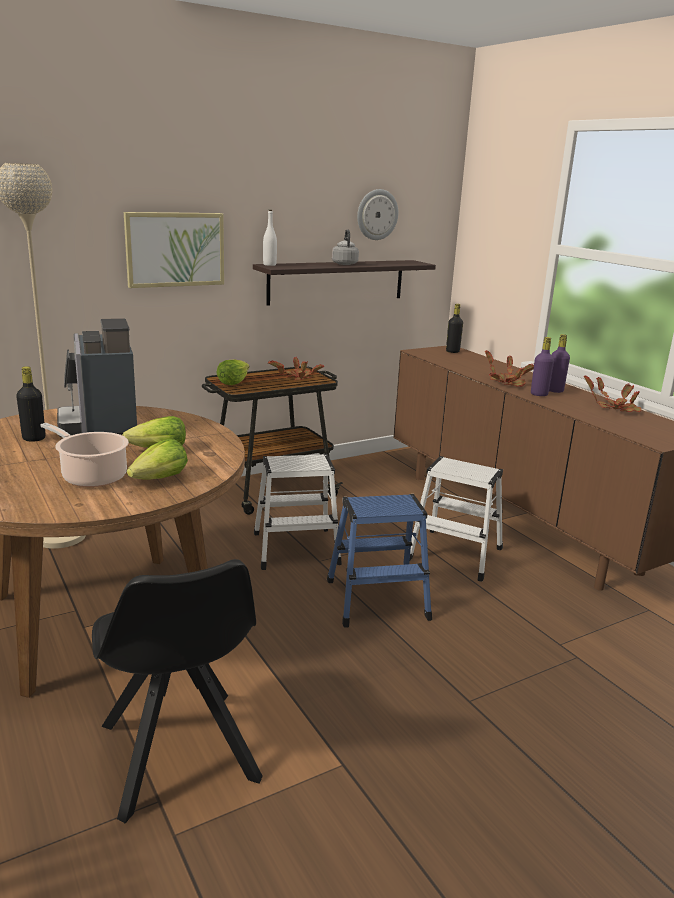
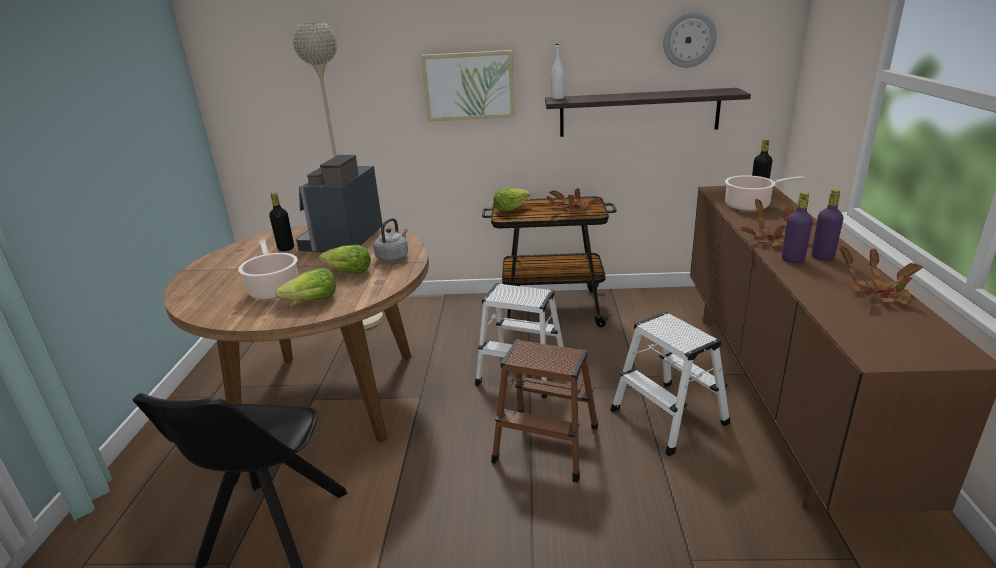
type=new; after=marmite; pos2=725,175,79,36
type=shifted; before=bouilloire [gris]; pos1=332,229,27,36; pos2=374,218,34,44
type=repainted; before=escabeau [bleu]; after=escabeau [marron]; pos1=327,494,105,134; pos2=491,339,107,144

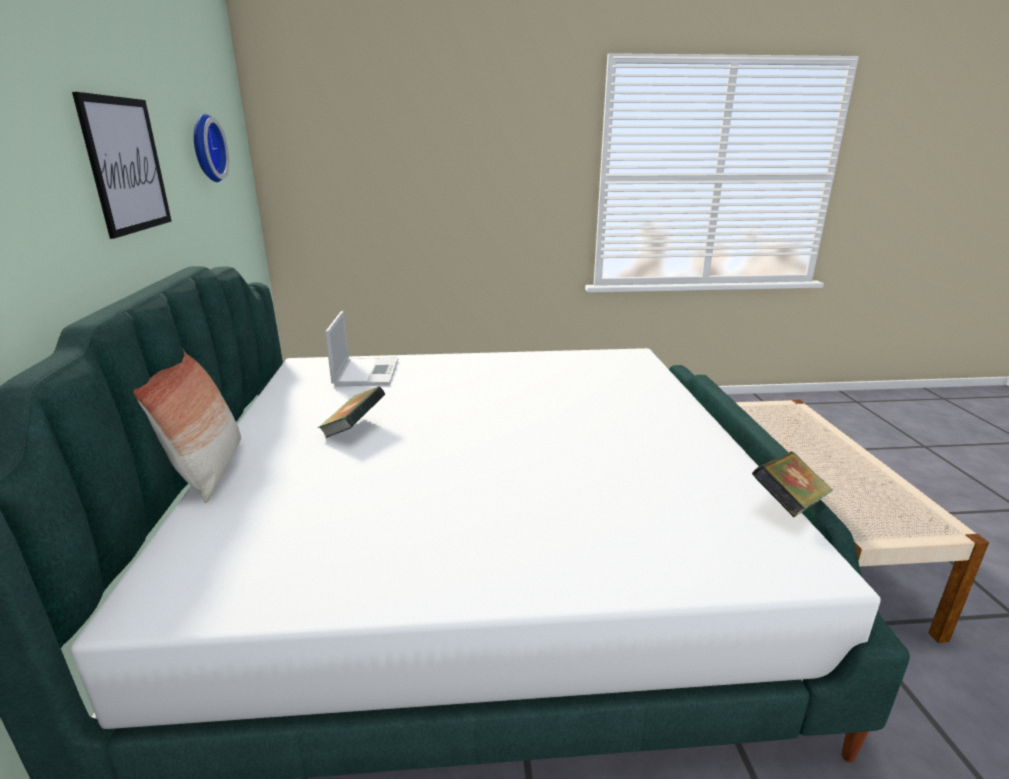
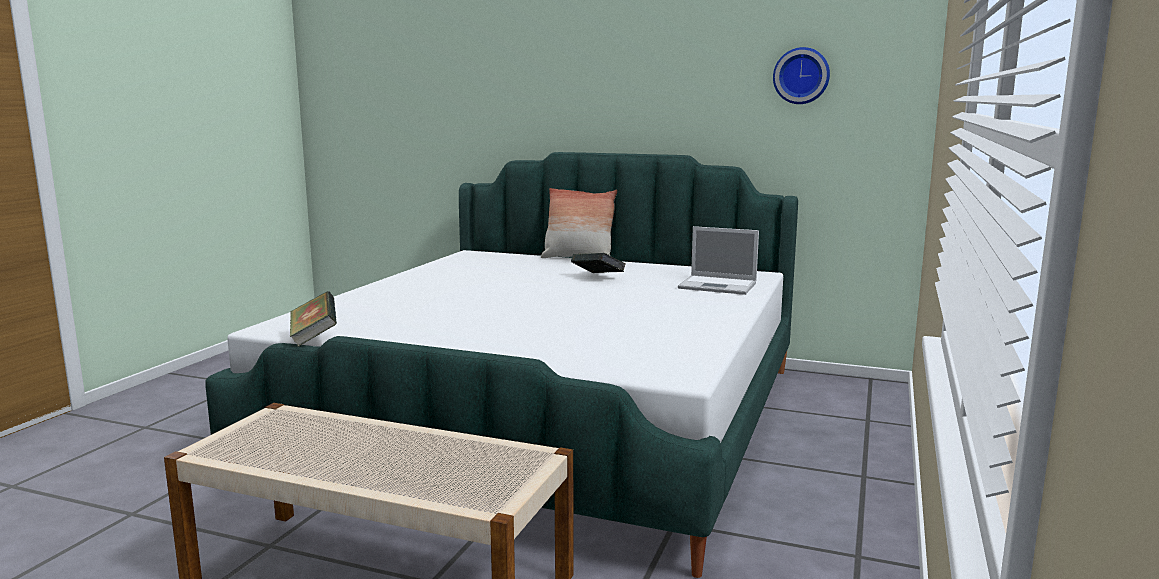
type=gone; before=tableau; pos1=72,92,100,147

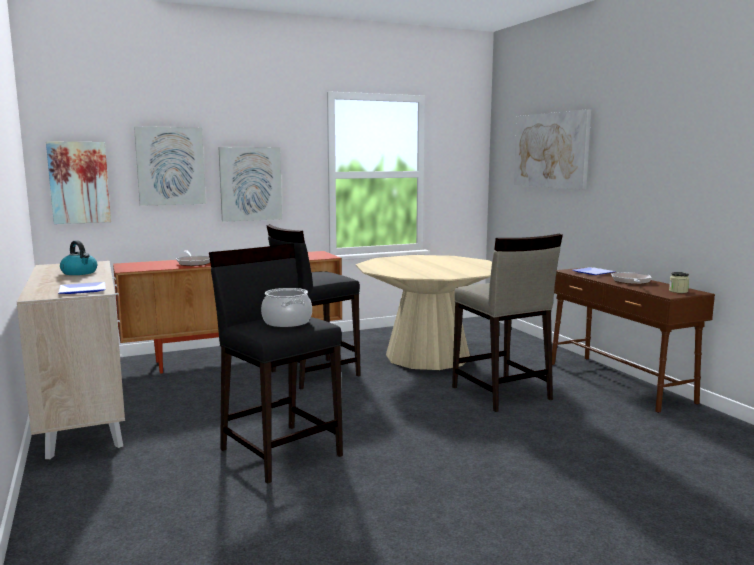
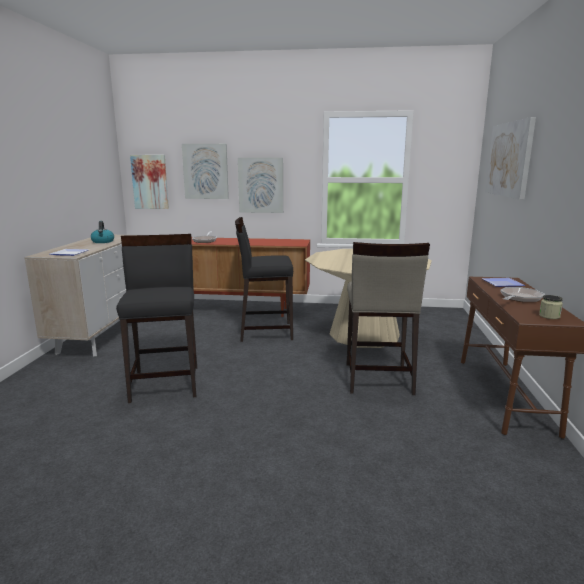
type=gone; before=marmite; pos1=261,288,51,39

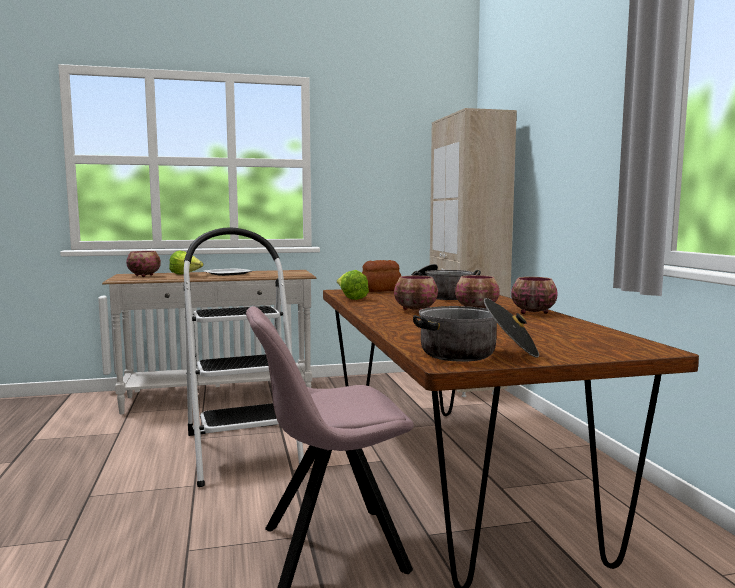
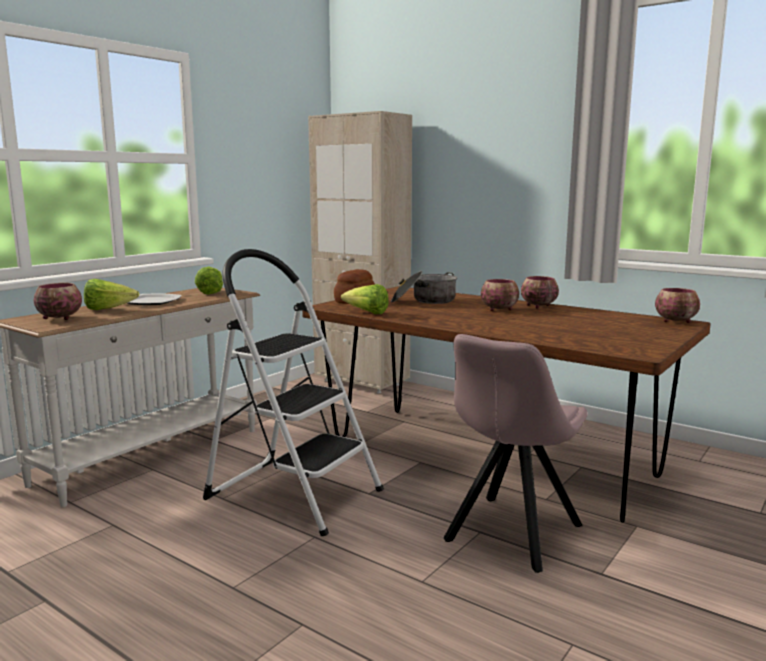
type=gone; before=marmite; pos1=413,298,126,64
type=new; after=laitue; pos2=195,267,28,27
type=shifted; before=bol; pos1=394,276,44,35; pos2=655,288,45,35

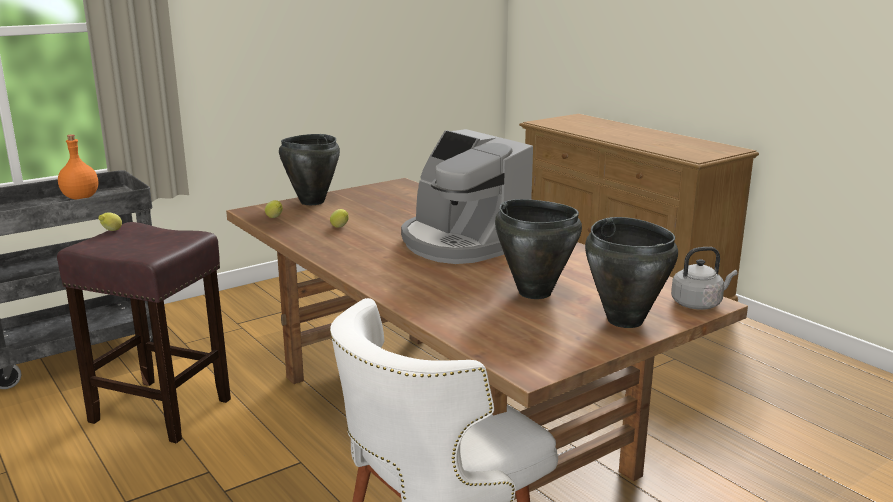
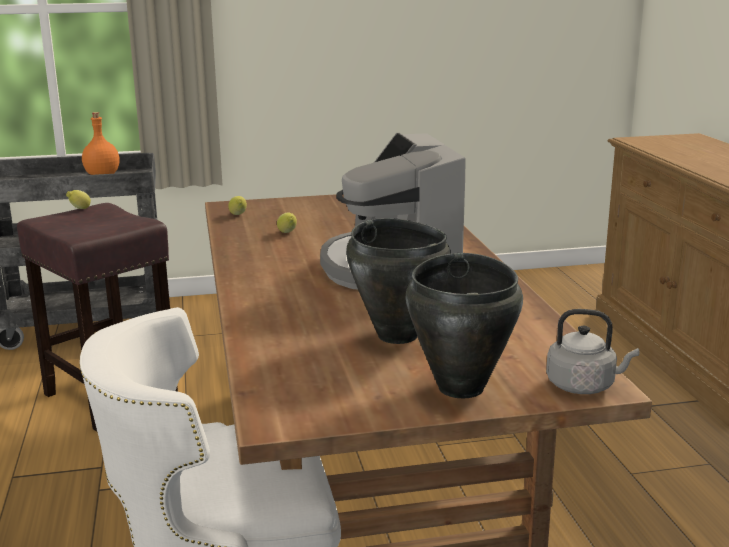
type=gone; before=marmite [noir]; pos1=279,134,61,71

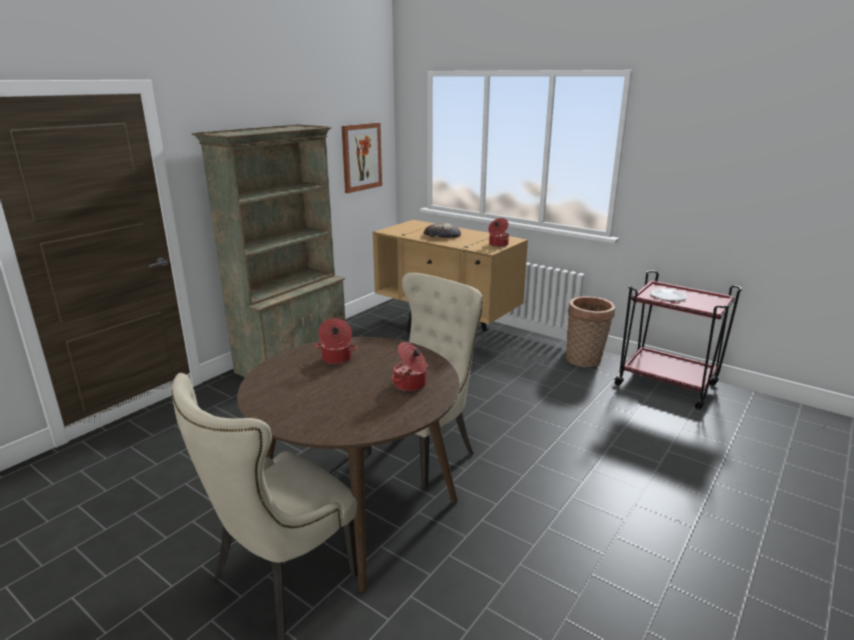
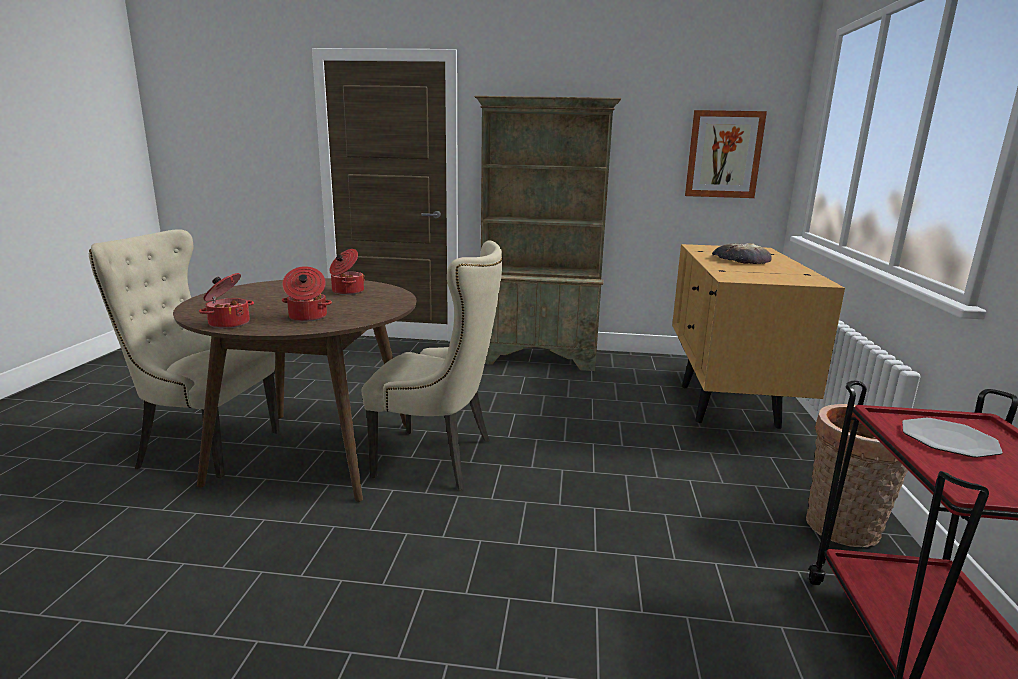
type=shifted; before=marmite; pos1=488,218,21,29; pos2=199,273,55,56

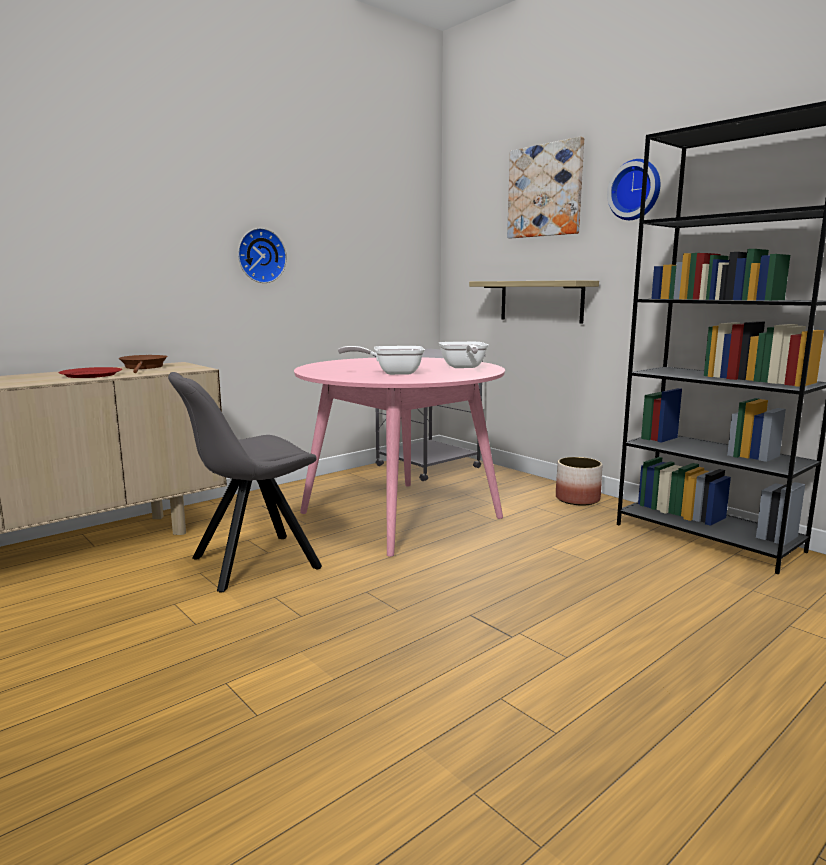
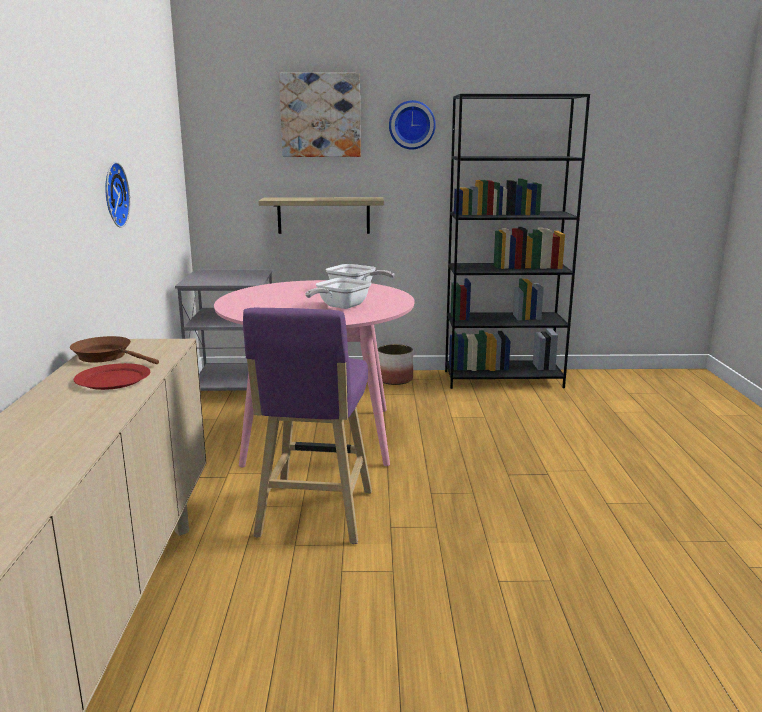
type=swapped; before=chaise [gris]; after=tabouret [violet]; pos1=168,372,154,221; pos2=243,308,129,236

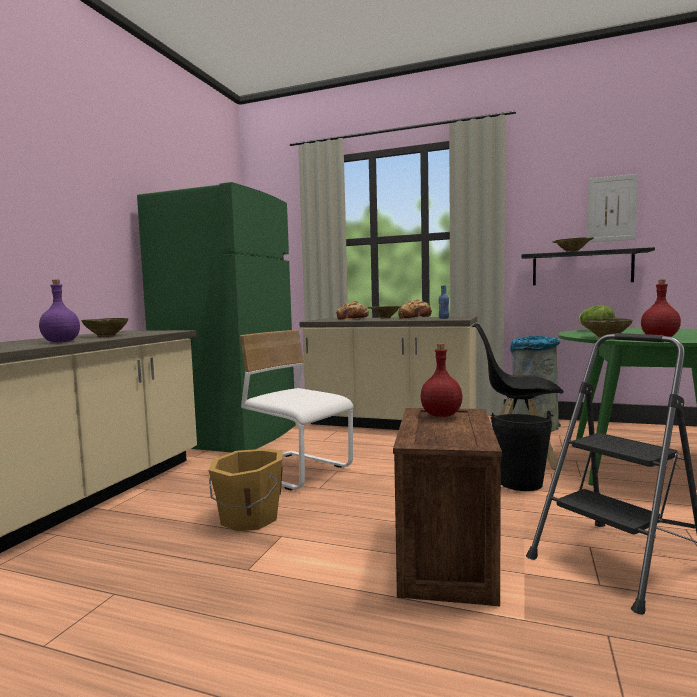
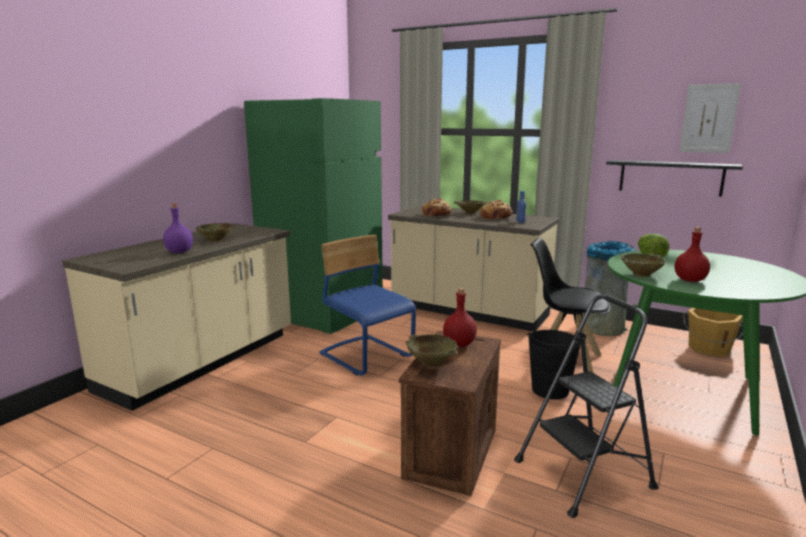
type=shifted; before=seau [orange]; pos1=208,449,75,82; pos2=683,308,60,49
type=shifted; before=bol [beige]; pos1=553,237,41,15; pos2=406,334,53,33
type=repainted; before=chaise [blanc]; after=chaise [bleu]; pos1=240,330,114,160; pos2=319,235,97,141

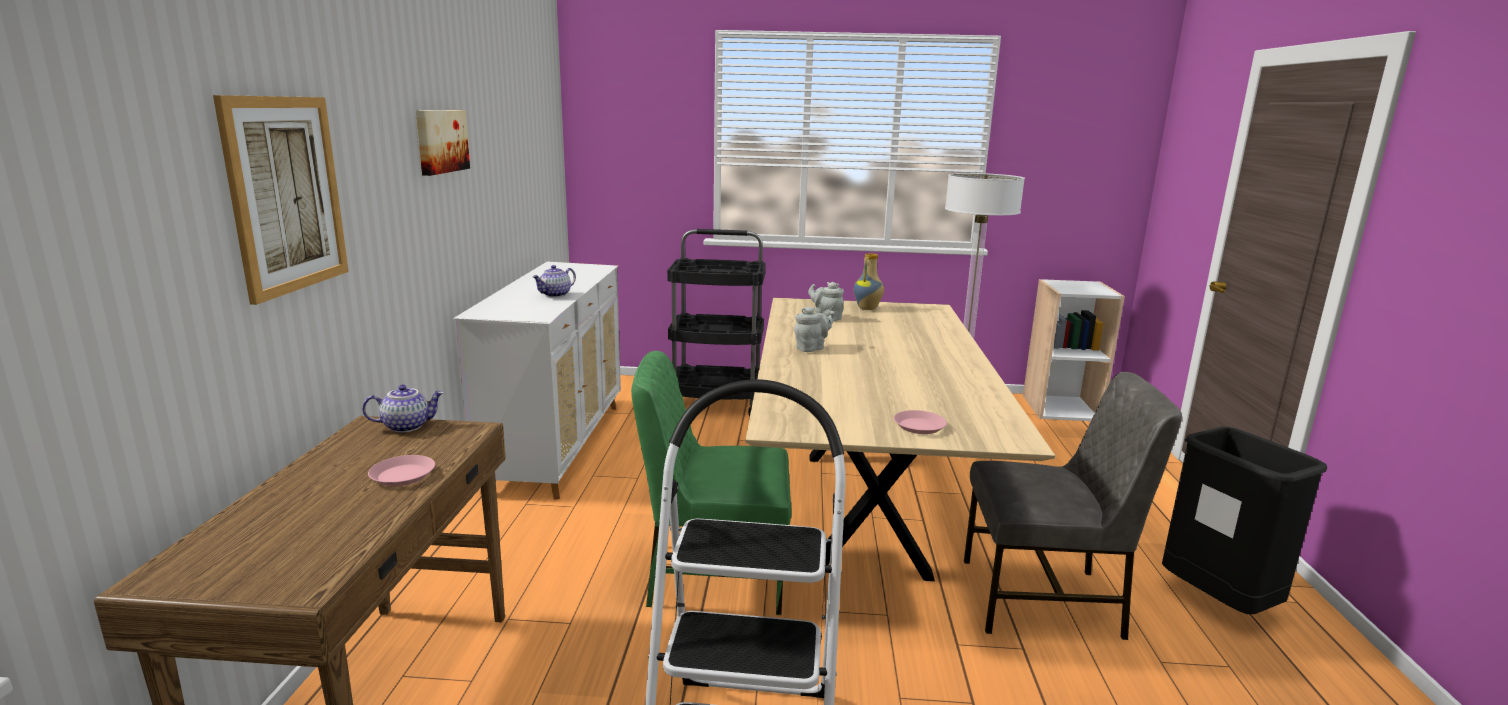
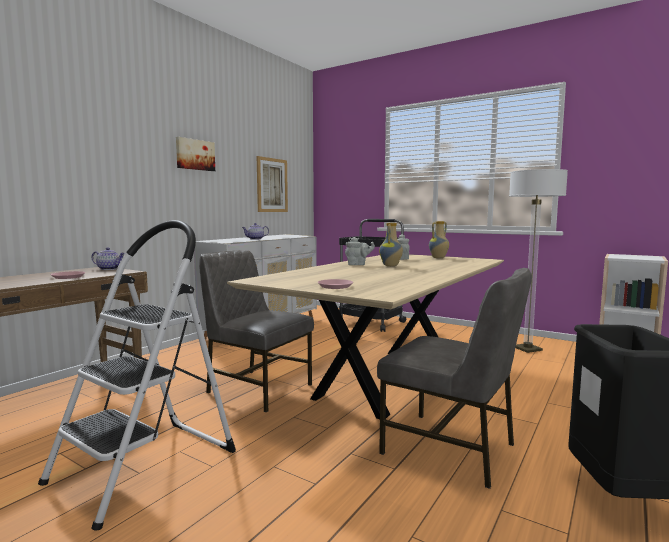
type=new; after=vase; pos2=379,223,24,43
type=shifted; before=tableau; pos1=213,95,136,210; pos2=257,156,31,56
type=repainted; before=chaise [vert]; after=chaise [gris]; pos1=631,351,161,264; pos2=199,250,115,162

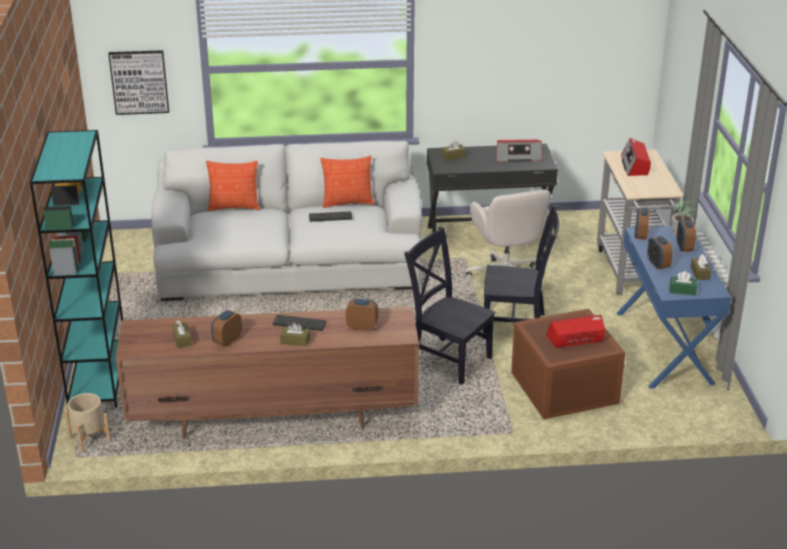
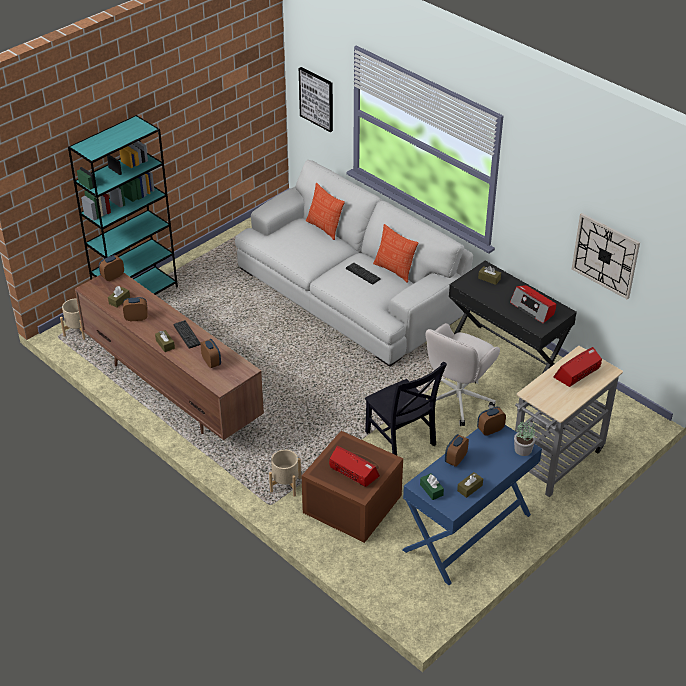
type=gone; before=chaise [noir]; pos1=404,226,91,159
type=new; after=cache-pot [beige]; pos2=269,450,32,47
type=new; after=horloge murale; pos2=572,213,68,87
type=shifted; before=réveil; pos1=676,220,20,32; pos2=99,255,25,26

